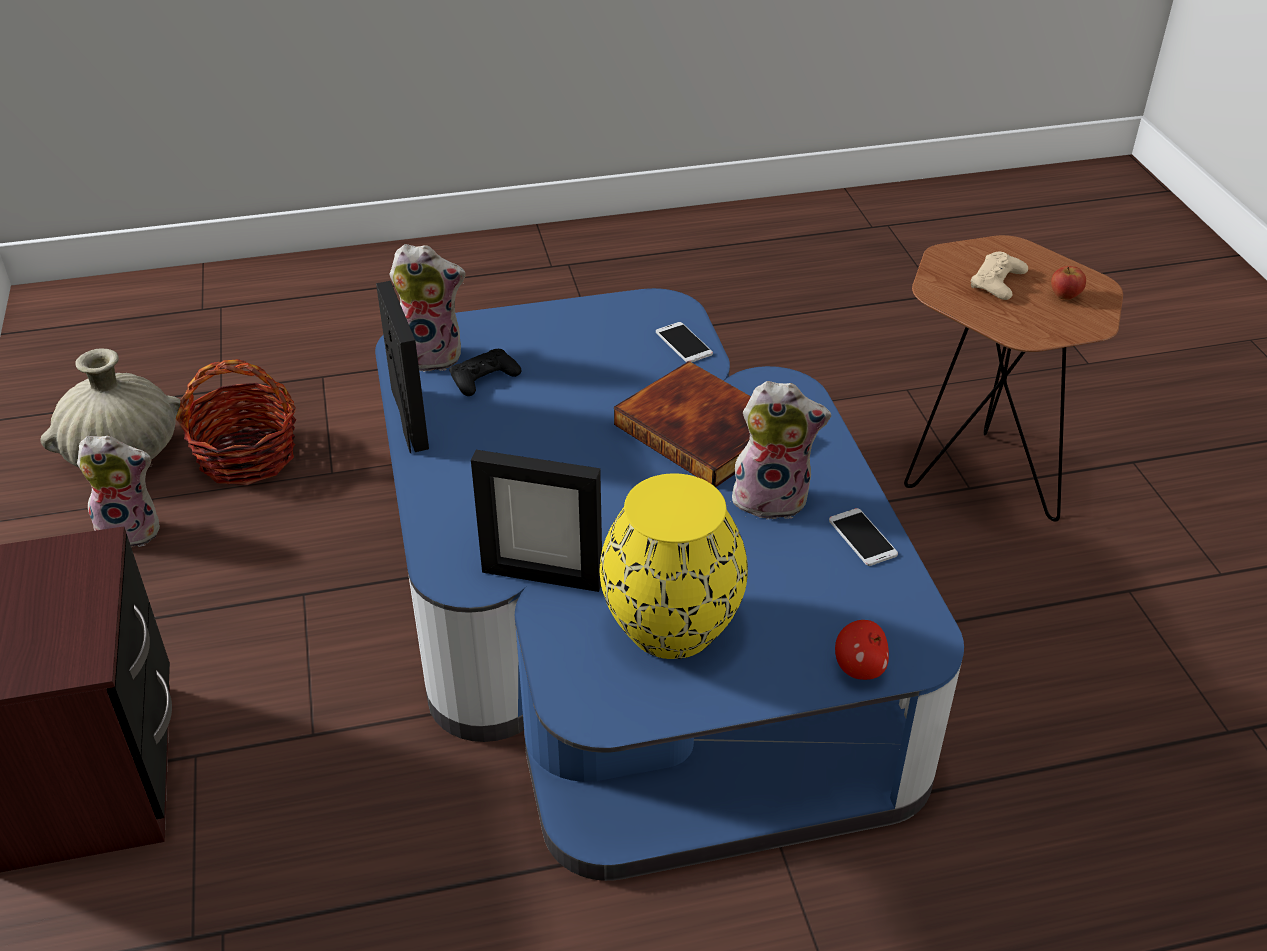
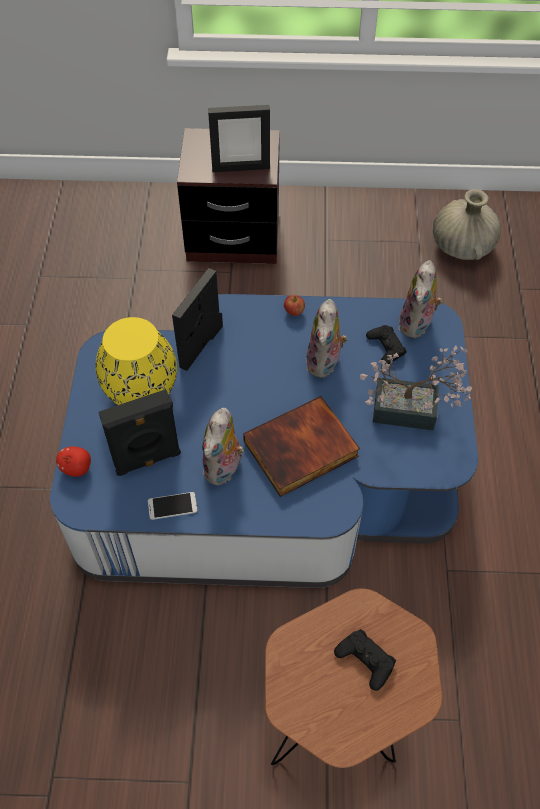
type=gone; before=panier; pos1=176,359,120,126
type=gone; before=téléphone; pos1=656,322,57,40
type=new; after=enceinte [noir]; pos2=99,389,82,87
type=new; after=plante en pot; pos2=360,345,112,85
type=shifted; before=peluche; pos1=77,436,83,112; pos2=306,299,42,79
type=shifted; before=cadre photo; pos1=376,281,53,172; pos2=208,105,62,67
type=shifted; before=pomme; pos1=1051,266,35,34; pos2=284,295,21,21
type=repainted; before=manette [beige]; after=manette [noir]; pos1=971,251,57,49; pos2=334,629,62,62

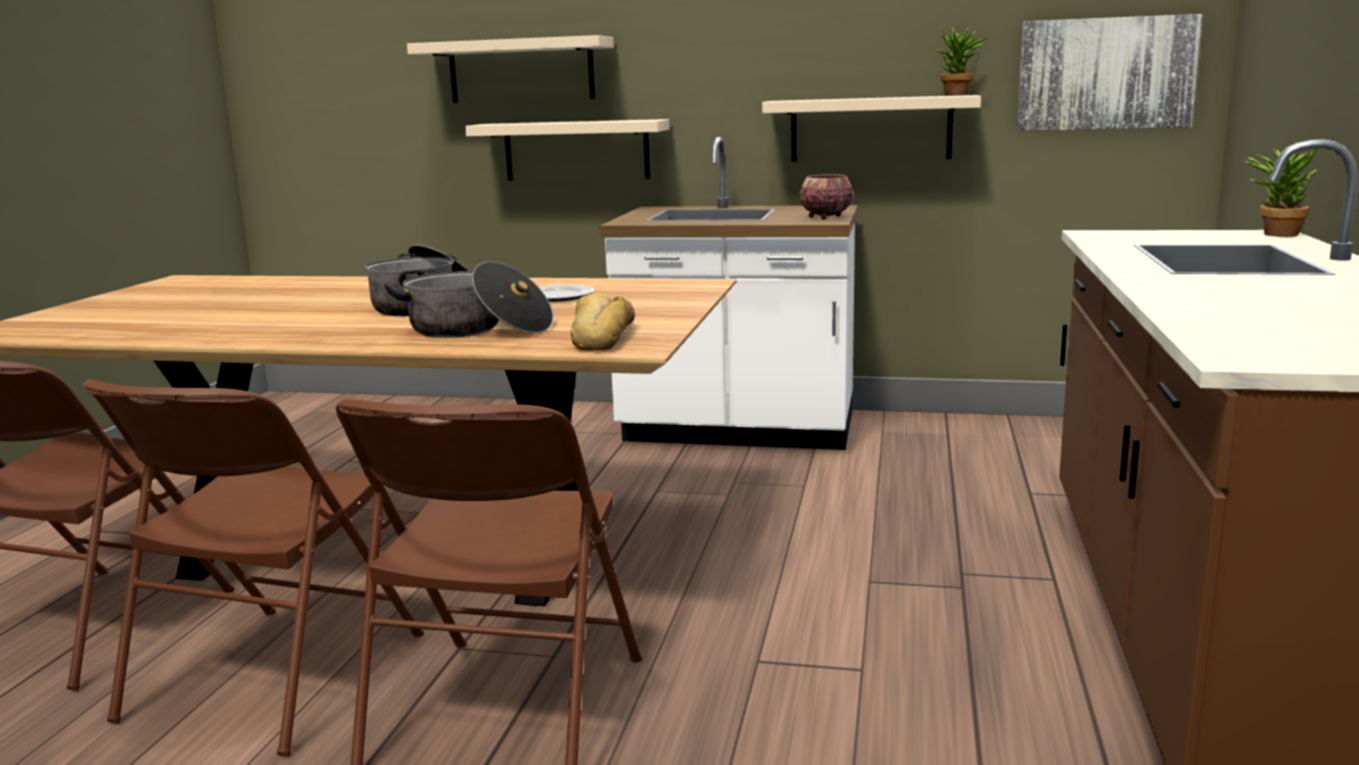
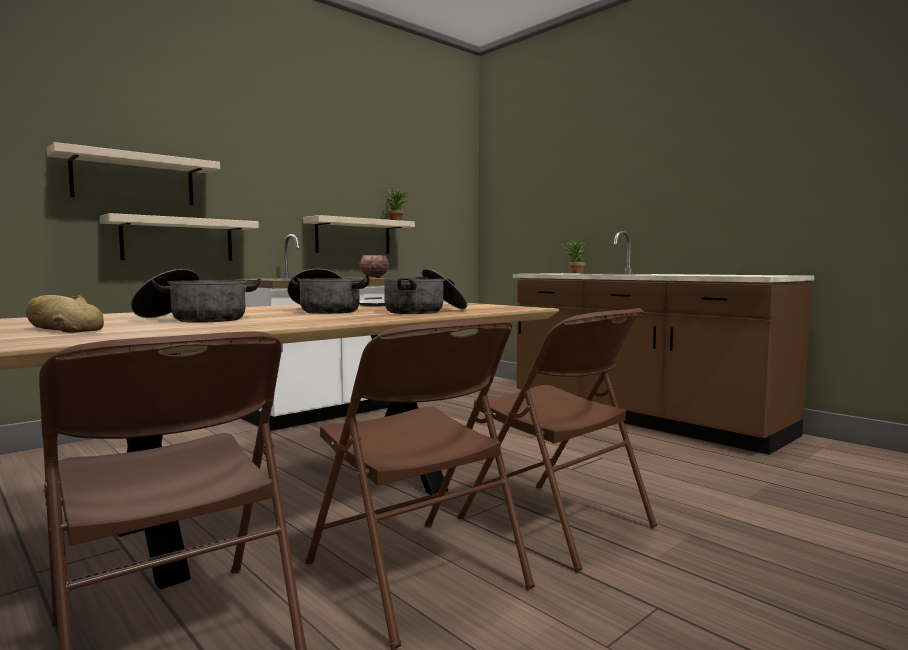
type=gone; before=tableau; pos1=1017,14,185,117
type=new; after=marmite; pos2=131,269,130,54
type=shifted; before=pain; pos1=570,293,65,57; pos2=26,295,78,38

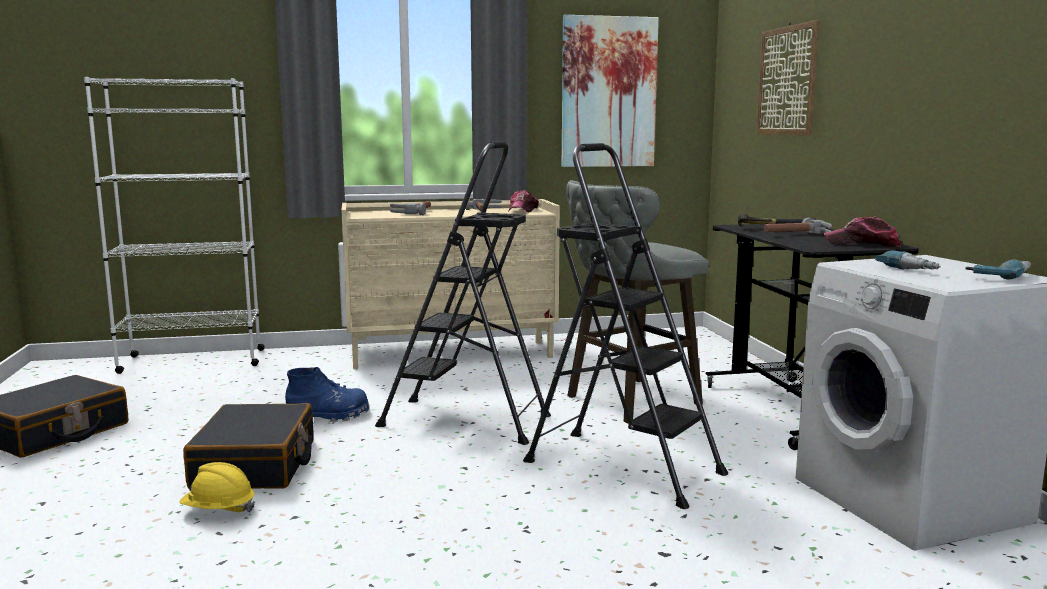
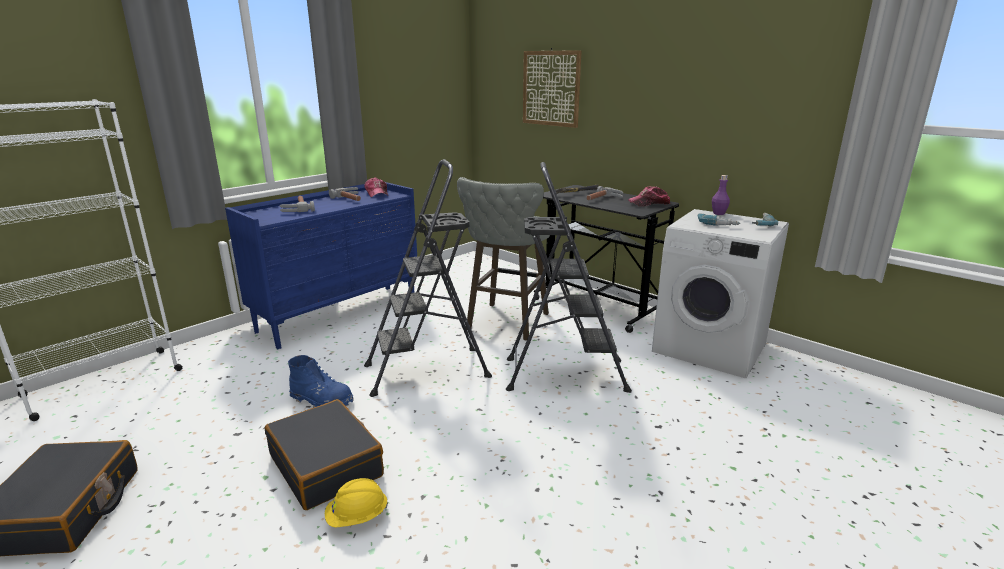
type=gone; before=tableau; pos1=562,15,97,152
type=new; after=bouteille [violet]; pos2=712,175,18,40
type=repainted; before=meuble de rangement [beige]; after=meuble de rangement [bleu]; pos1=341,199,219,170; pos2=225,182,192,167
type=rotated; before=botte [bleu]; pos1=285,367,84,55; pos2=288,355,66,52; turn=75

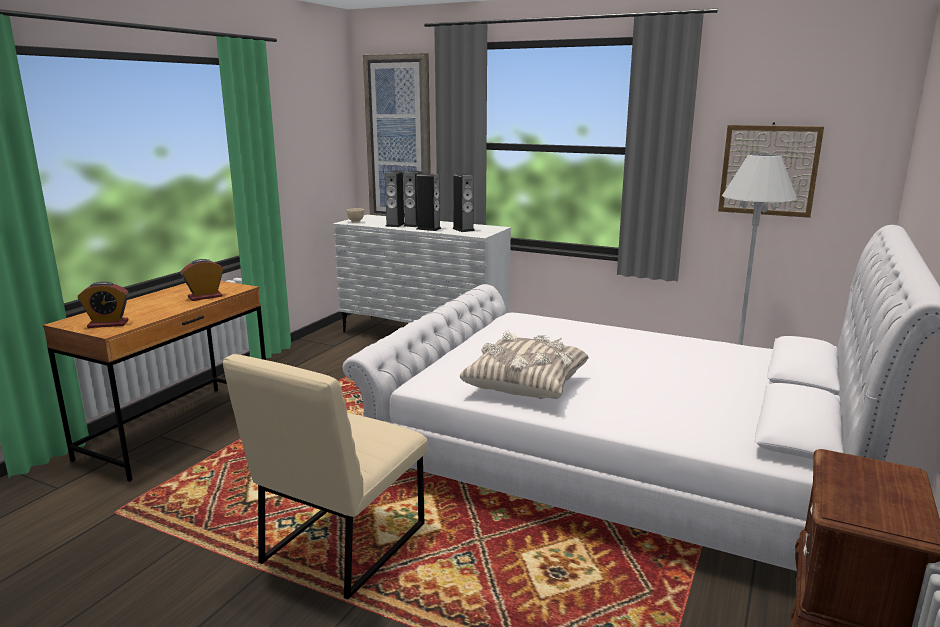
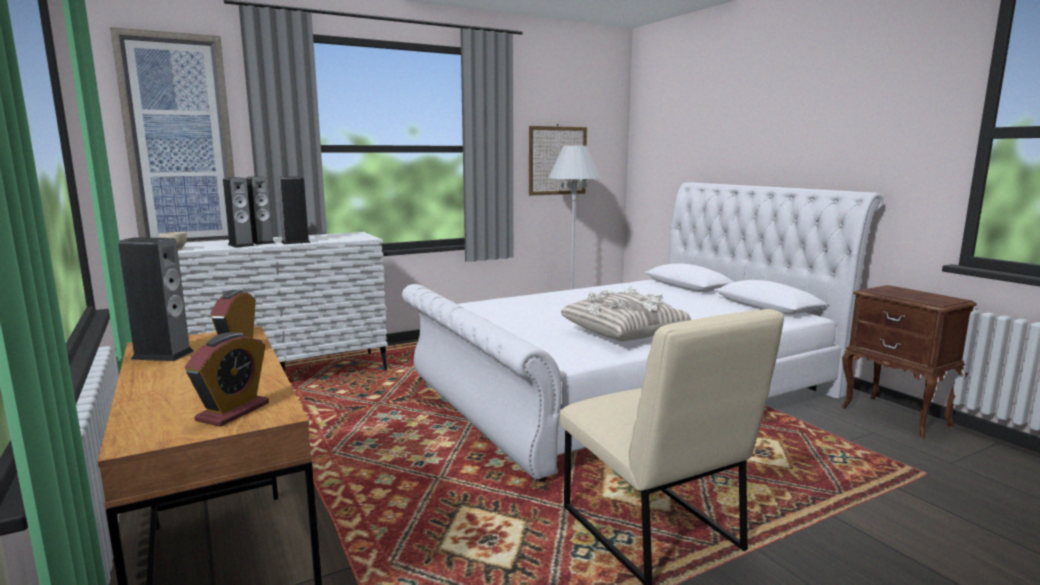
type=shifted; before=enceinte; pos1=452,173,23,59; pos2=118,237,76,124

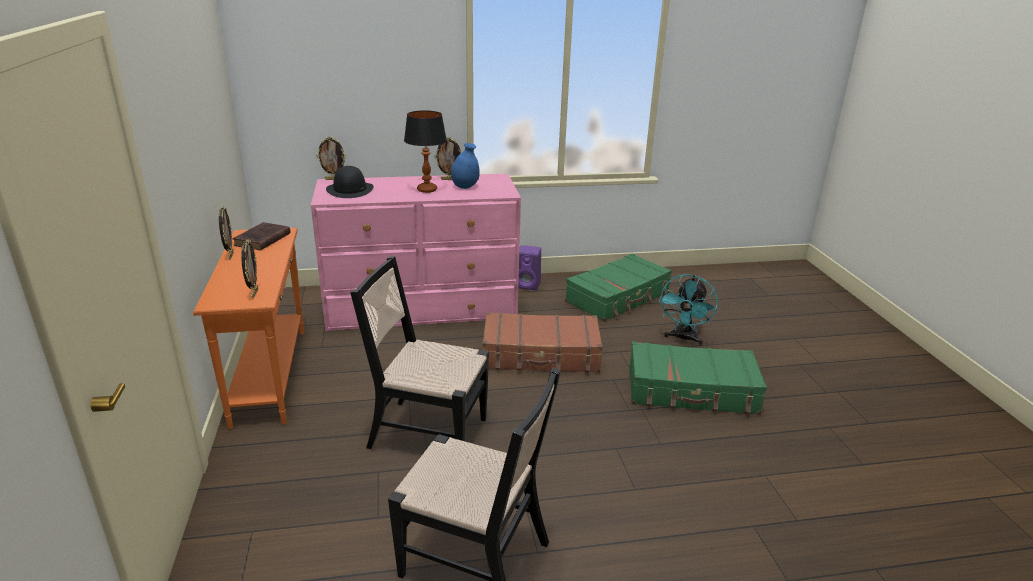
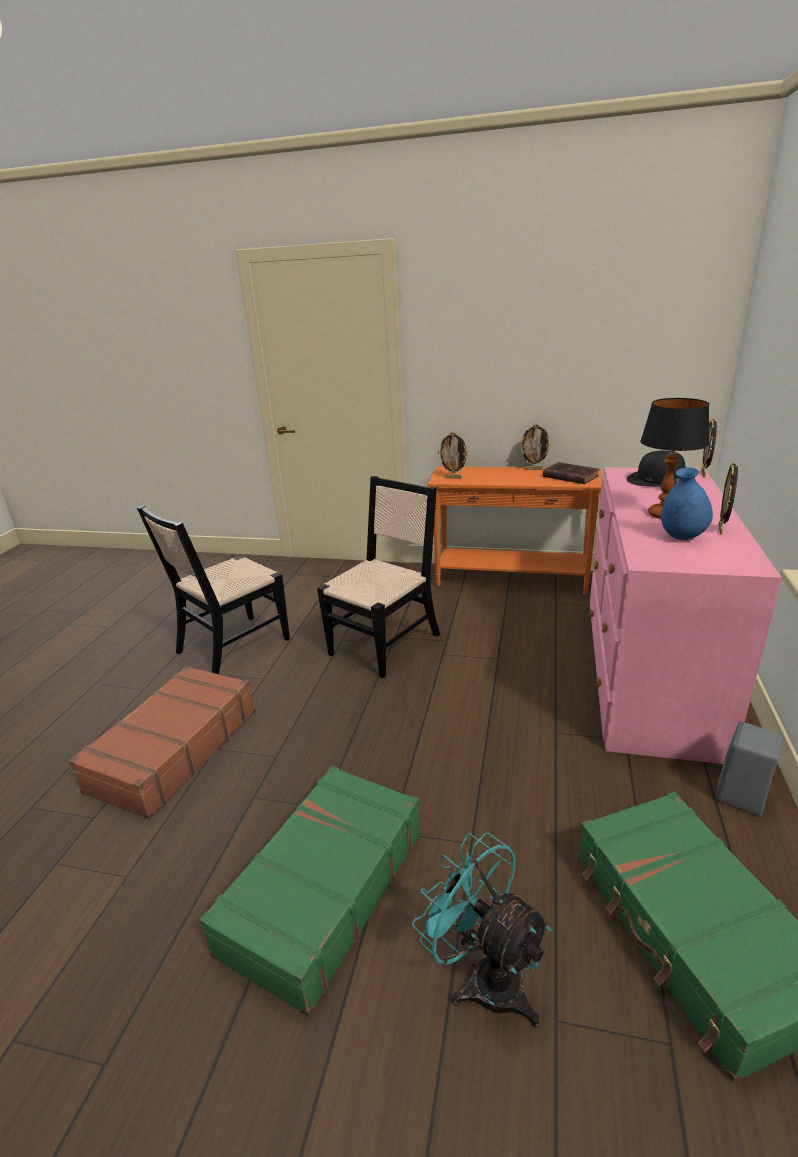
type=shifted; before=valise [marron]; pos1=482,312,120,61; pos2=69,666,186,153
type=repainted; before=enceinte [violet]; after=enceinte [gris]; pos1=518,245,23,45; pos2=716,721,67,96

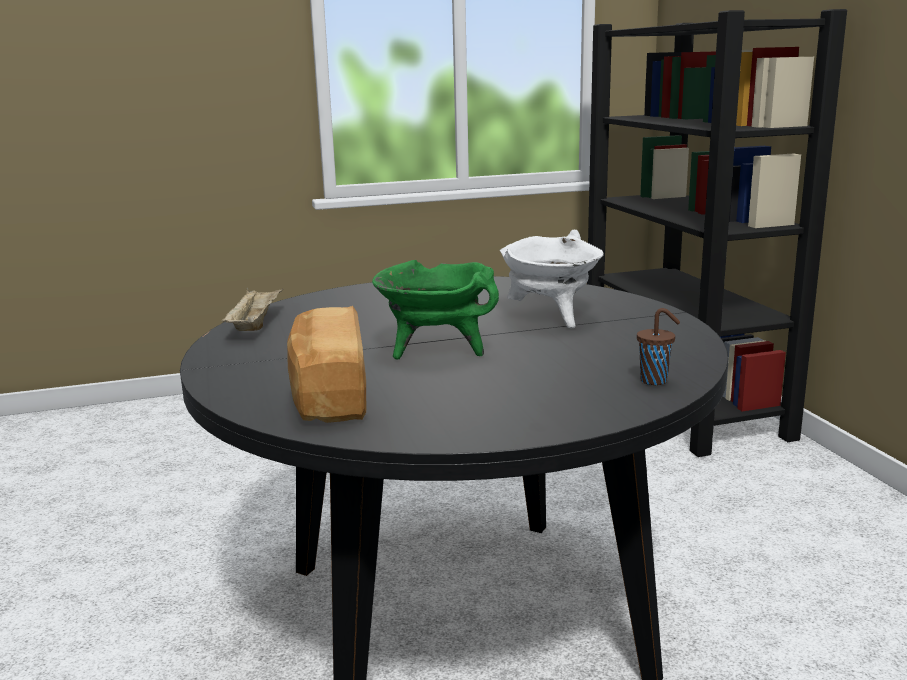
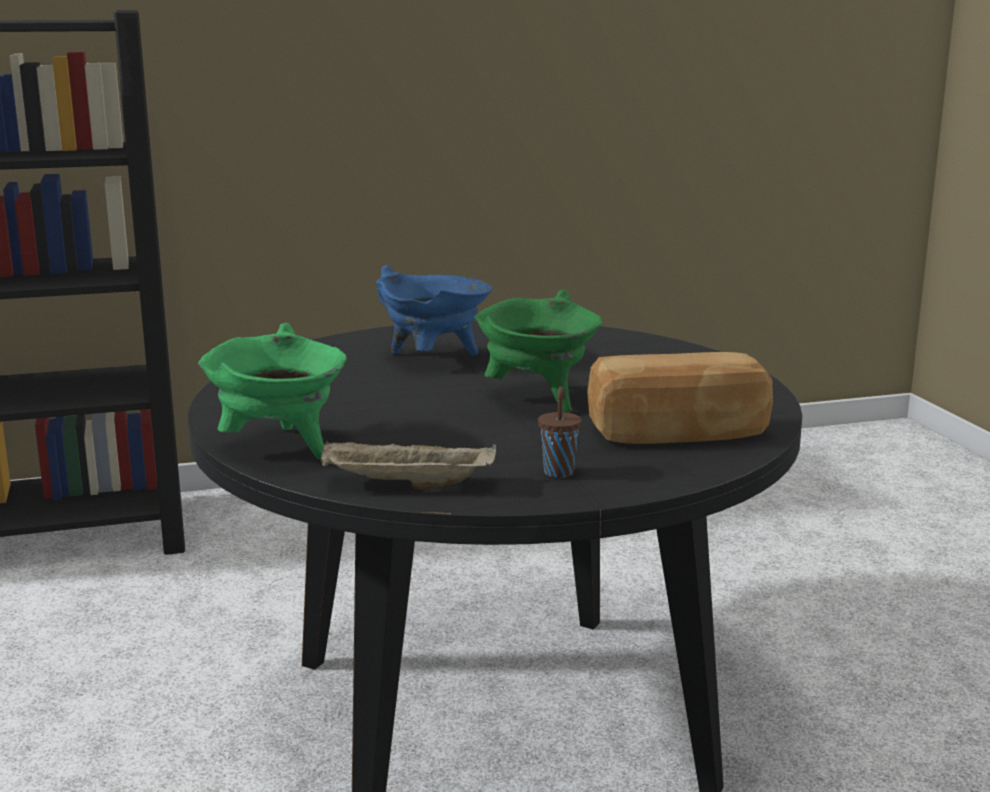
type=new; after=marmite [vert]; pos2=198,323,149,136
type=shifted; before=tasse [marron]; pos1=637,308,43,77; pos2=538,386,44,92
type=repainted; before=marmite [blanc]; after=marmite [bleu]; pos1=500,230,103,98; pos2=375,265,118,90

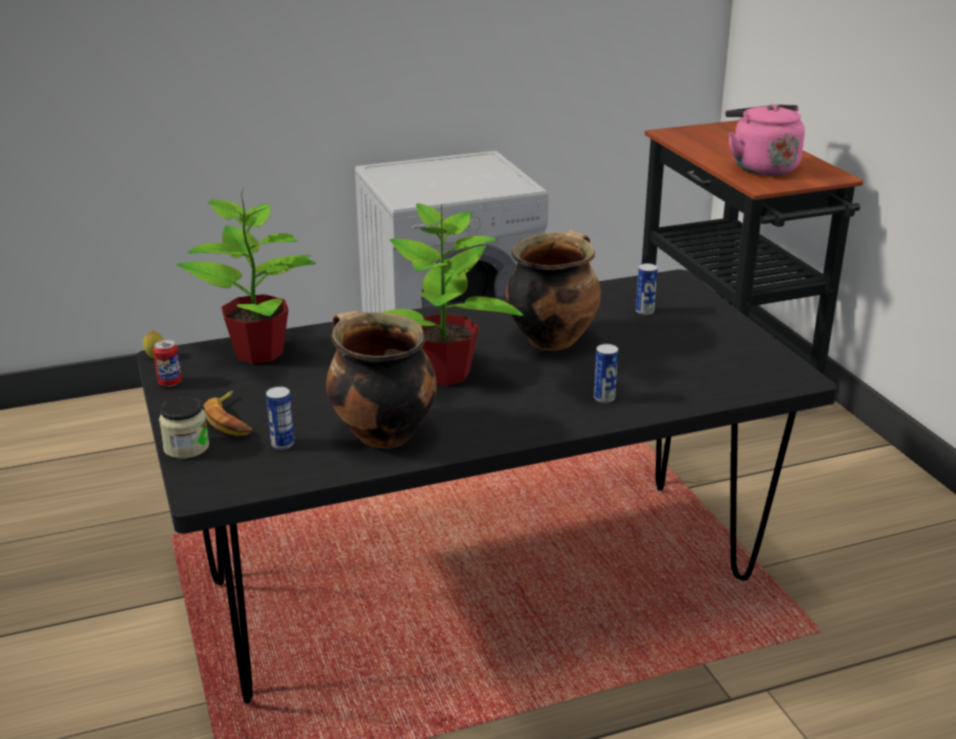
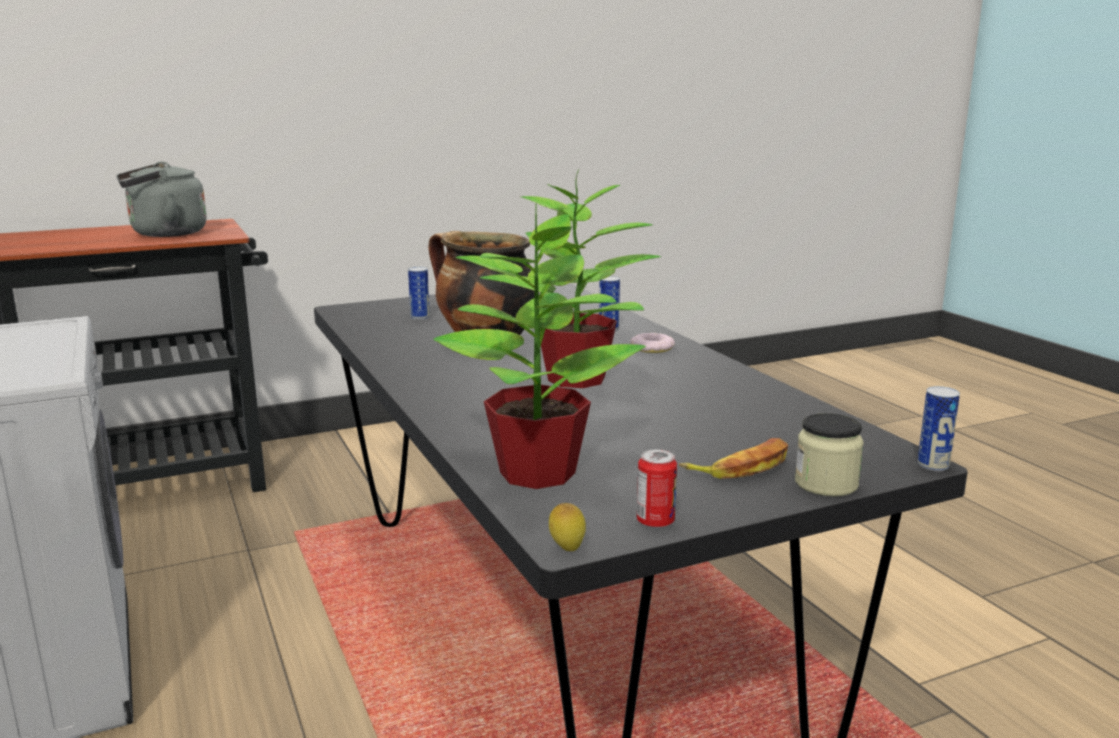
type=gone; before=marmite; pos1=326,311,111,137
type=new; after=beignet; pos2=630,333,45,20
type=shifted; before=boîte métallique; pos1=266,386,28,64; pos2=917,386,43,85
type=repainted; before=bouilloire [rose]; after=bouilloire [gris]; pos1=725,104,80,71; pos2=117,162,90,75

